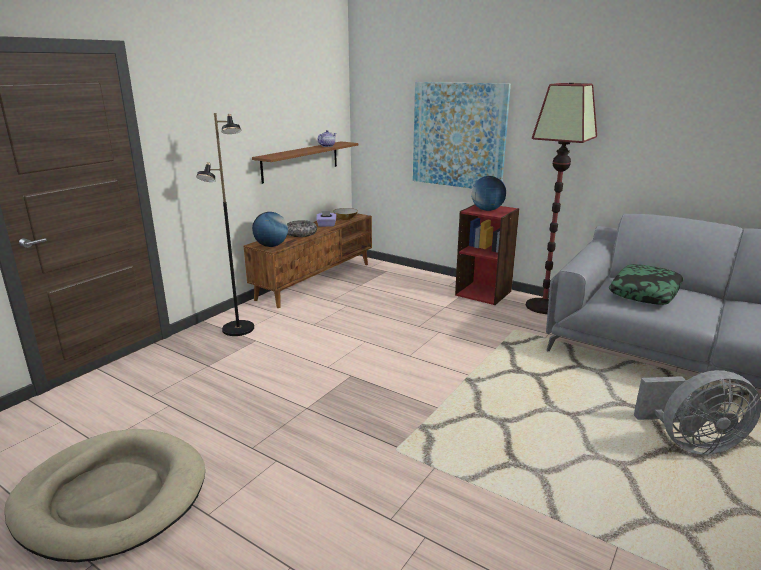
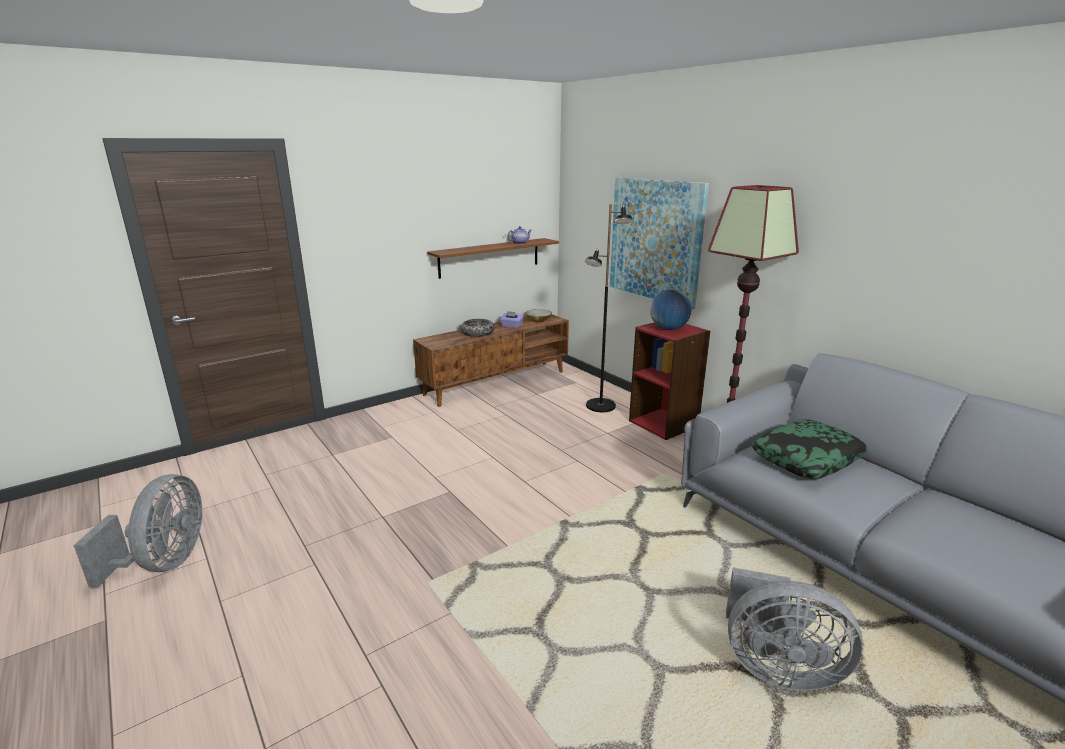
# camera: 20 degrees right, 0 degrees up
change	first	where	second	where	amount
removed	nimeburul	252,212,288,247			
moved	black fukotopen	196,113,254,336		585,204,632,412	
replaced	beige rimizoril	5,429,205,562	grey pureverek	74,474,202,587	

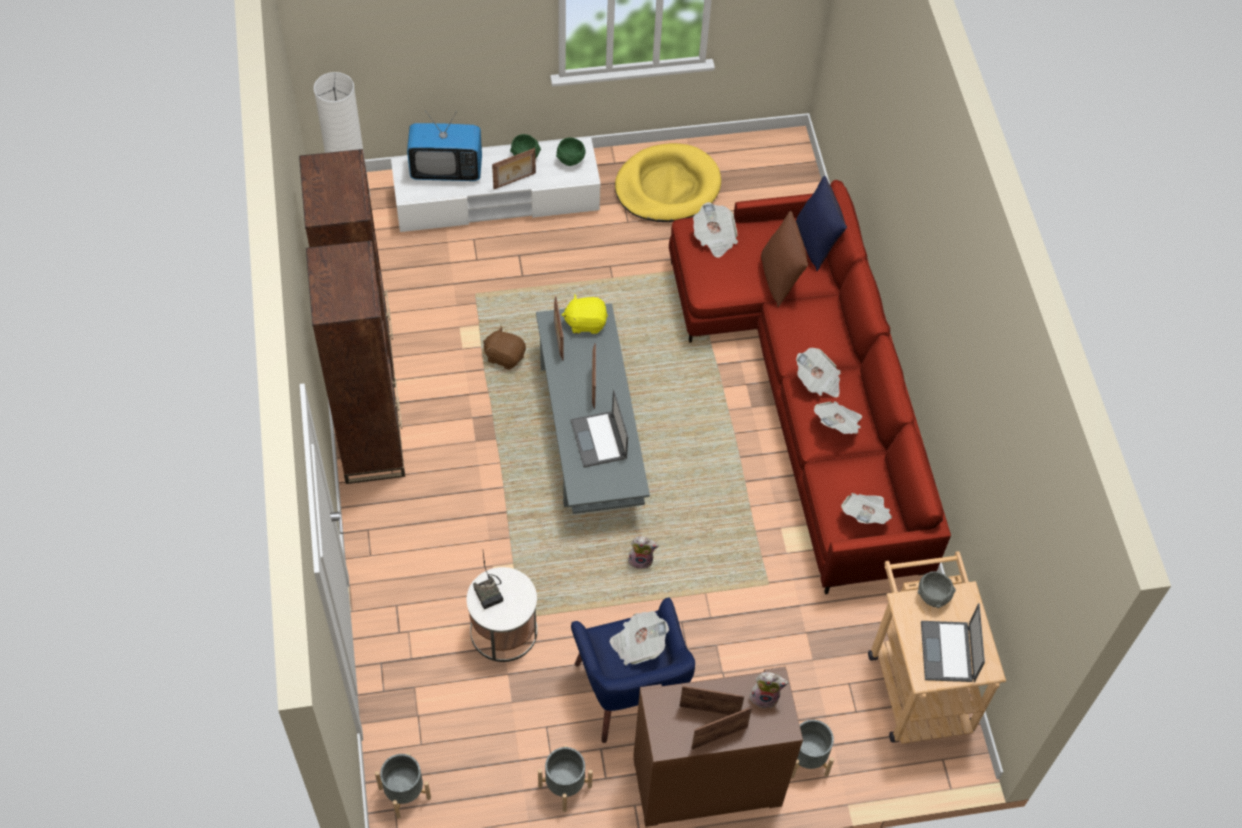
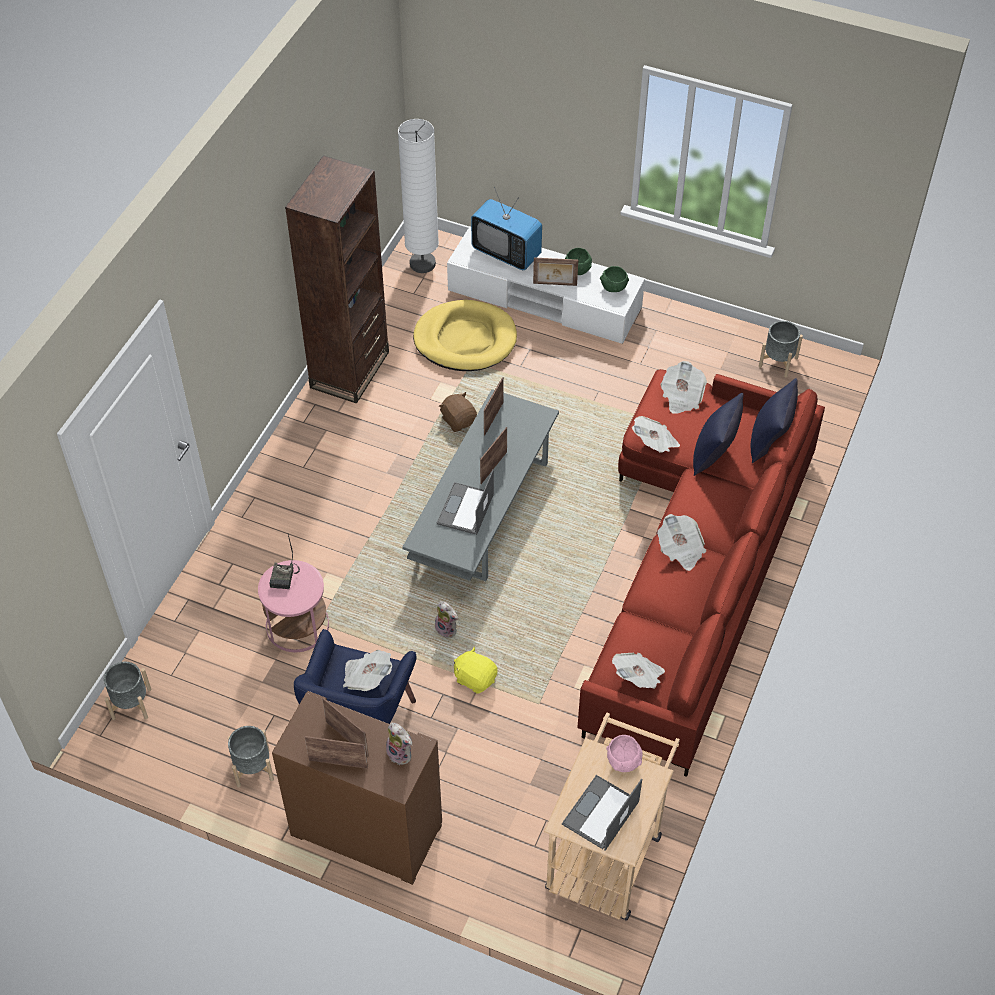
# camera: 35 degrees right, 5 degrees down
change	first	where	second	where	amount
removed	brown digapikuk	306,241,405,484			
moved	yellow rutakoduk	562,294,608,334		454,647,498,694	
moved	yellow rimizoril	615,143,721,222		413,300,517,371	
moved	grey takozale	791,720,834,778		759,321,803,377	
moved	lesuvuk	814,401,862,434		632,416,680,453	
recoloured	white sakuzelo	467,567,537,662	pink sakuzelo	258,560,329,652	
recoloured	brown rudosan	761,211,808,307	blue rudosan	693,393,743,476	
recoloured	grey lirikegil	918,571,956,608	pink lirikegil	606,735,643,772	

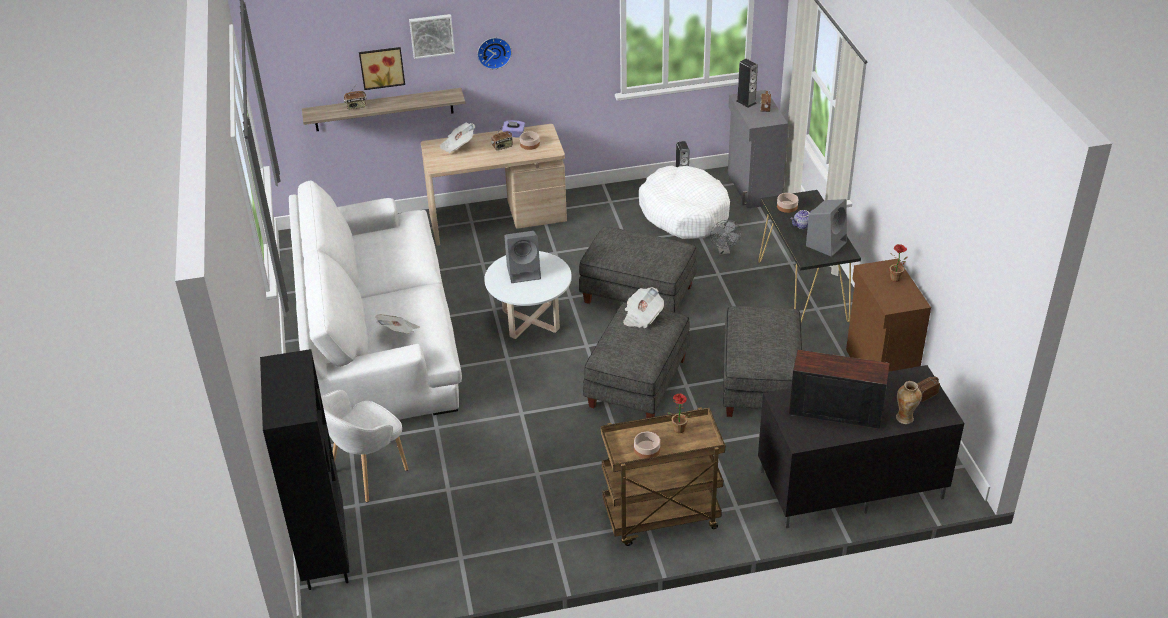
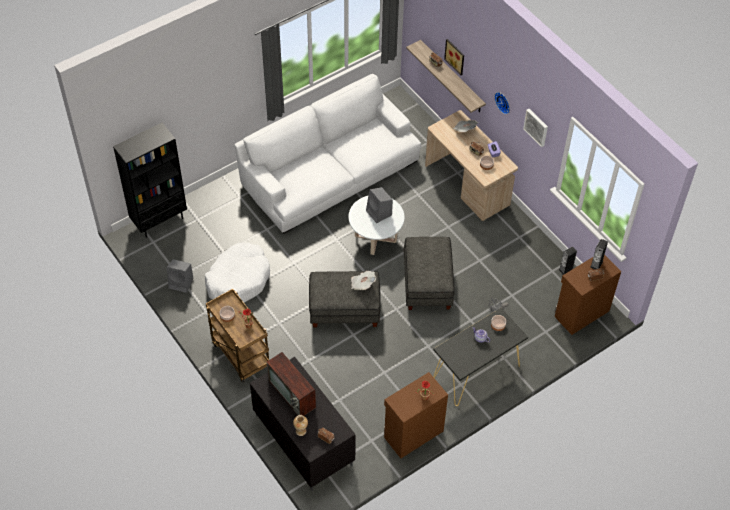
# camera: 65 degrees right, 15 degrees up
change	first	where	second	where	amount
removed	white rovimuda	321,390,408,502			
removed	lesuvuk	375,314,420,334			
removed	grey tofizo	723,306,802,417			
moved	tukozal	409,14,455,59		523,109,548,147	
moved	white rimizoril	639,166,730,239		205,243,270,303	
moved	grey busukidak	806,199,847,257		166,259,193,293	
recoloured	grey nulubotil	728,90,788,208	brown nulubotil	554,255,621,335	
turned	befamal	789,350,889,429		266,352,316,416	150 degrees clockwise

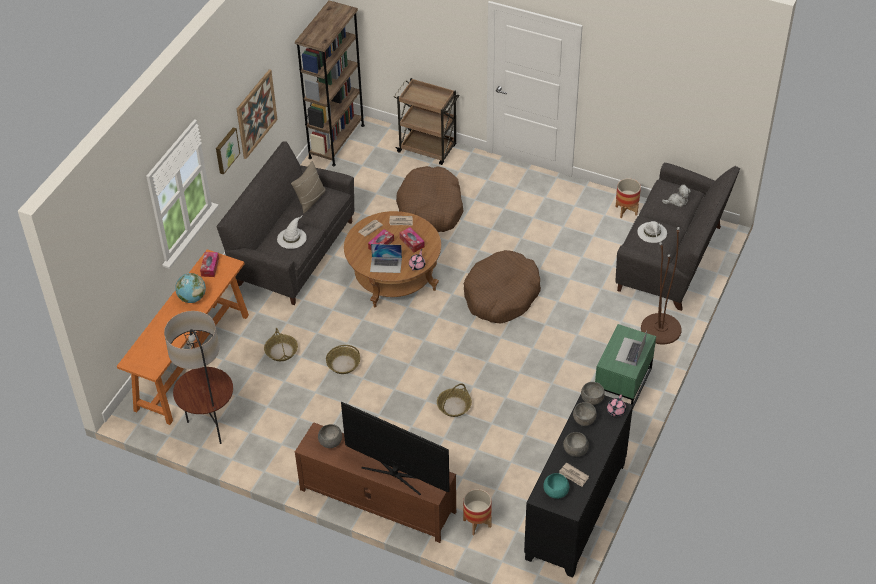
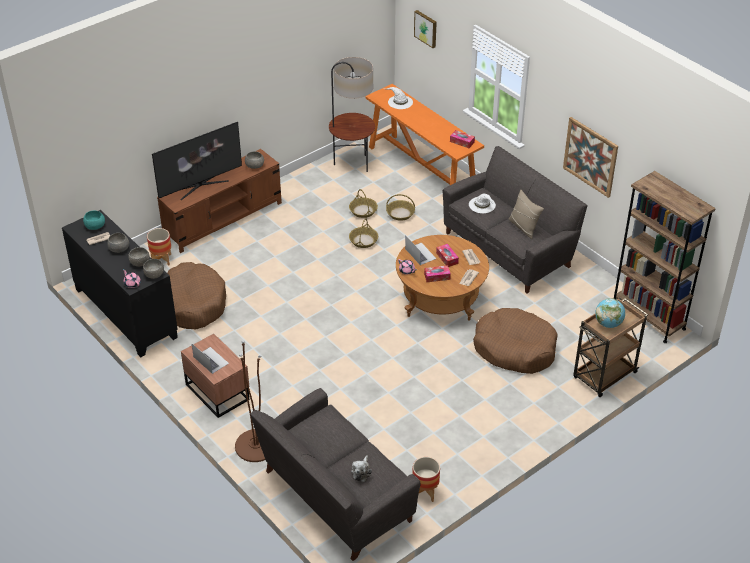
# camera: 115 degrees right, 5 degrees down
change	first	where	second	where	amount
moved	nimeburul	175,273,206,303		595,298,625,328	
moved	tukozal	216,127,240,175		414,10,437,48	
moved	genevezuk	437,383,472,417		349,189,378,218	
moved	brown rimizoril	464,250,541,323		167,262,226,329	
moved	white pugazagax	637,221,667,243		384,87,413,109	
recoloured	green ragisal	595,324,656,410	brown ragisal	181,334,250,418	
turned	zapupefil	370,244,402,273		405,236,437,265	120 degrees clockwise

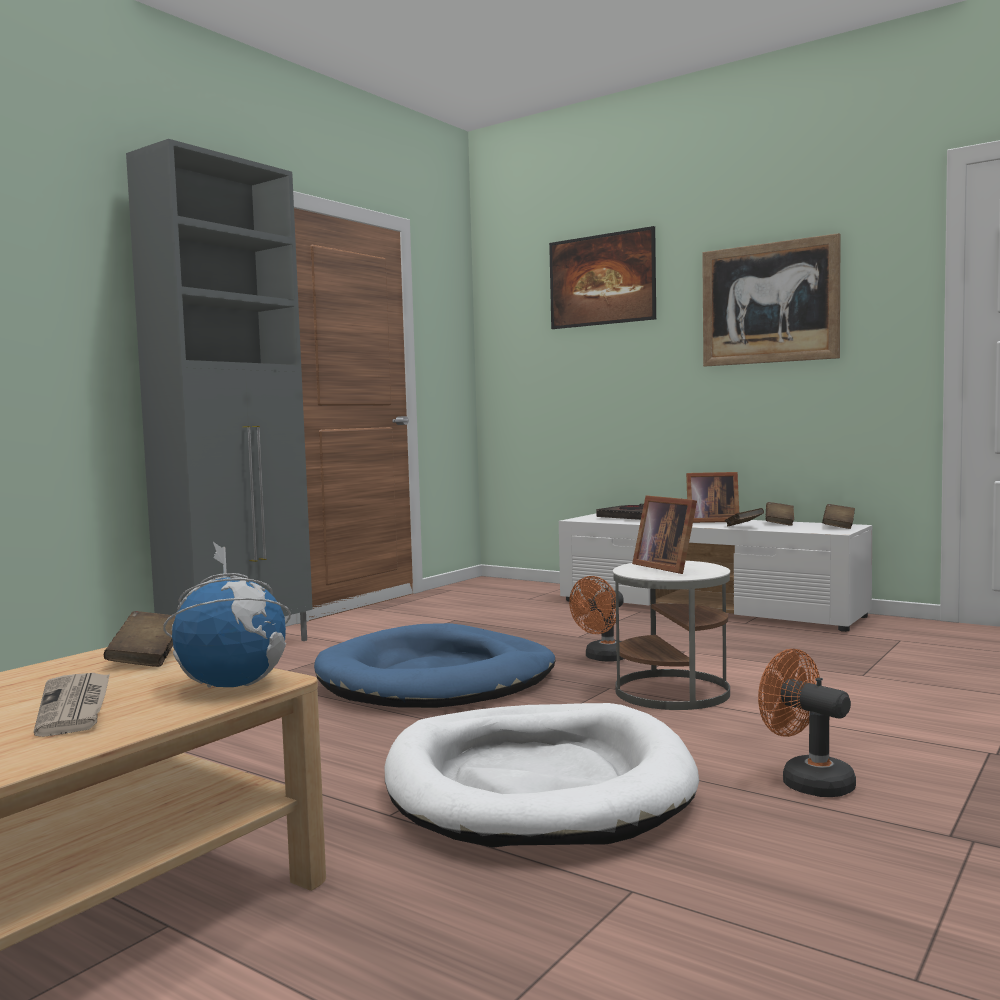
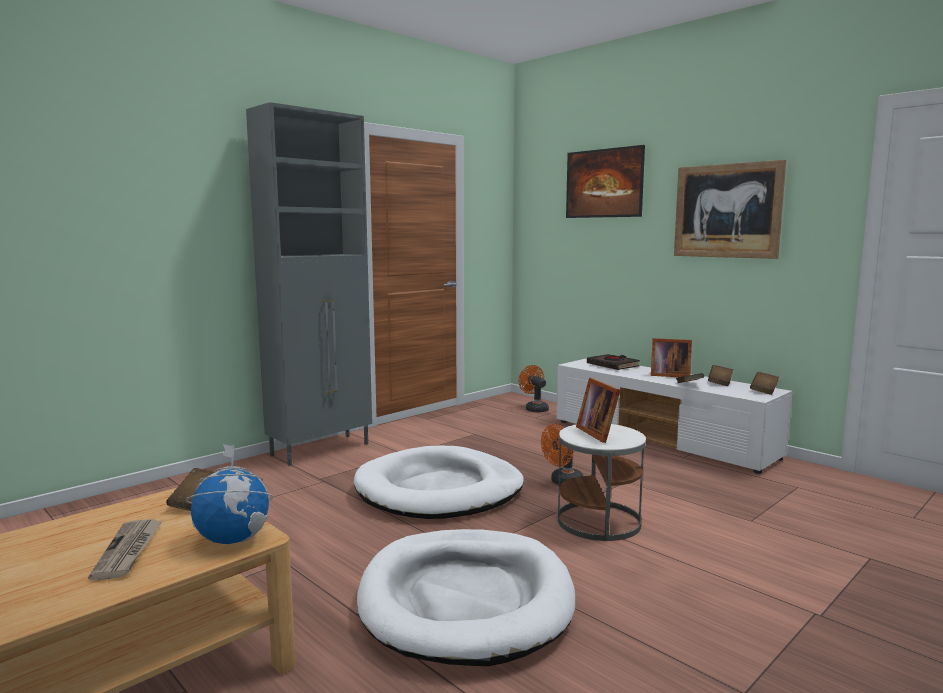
# camera: 10 degrees right, 5 degrees up
change	first	where	second	where	amount
moved	orange pureverek	758,649,856,797		519,365,549,413	
recoloured	blue rimizoril	314,623,555,708	white rimizoril	354,445,524,519	

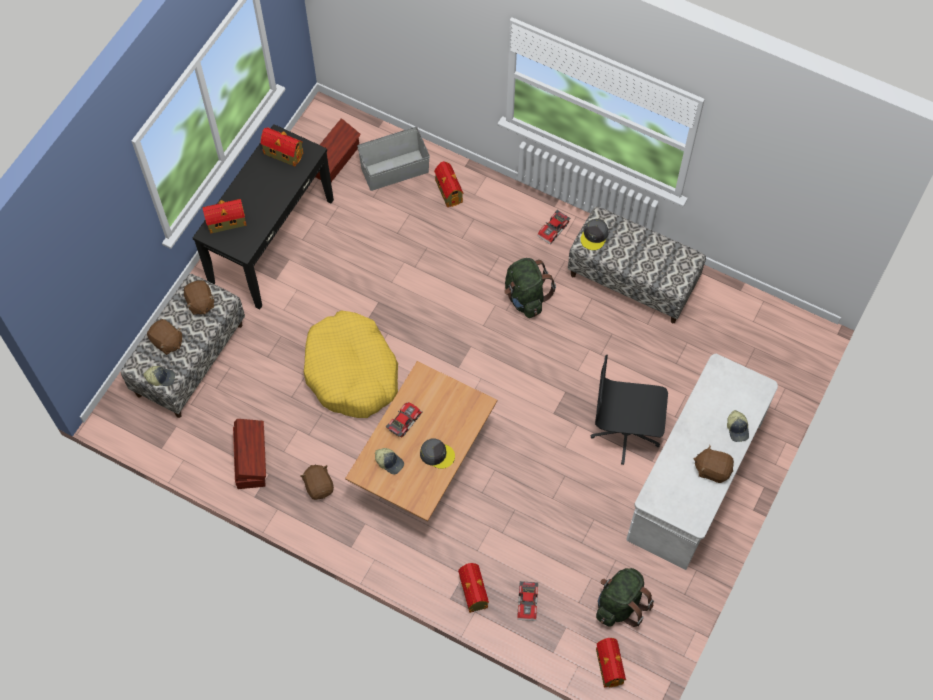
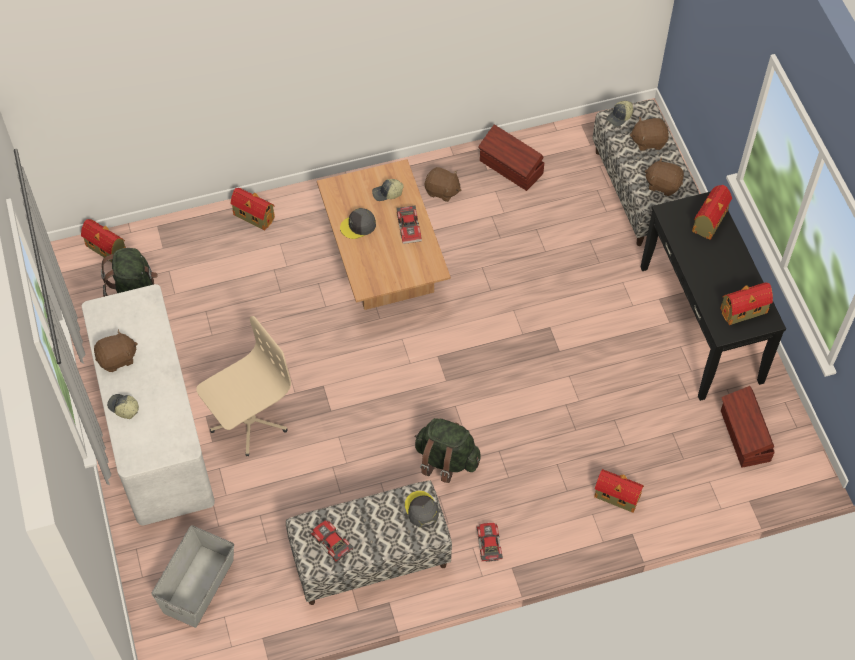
# camera: 135 degrees right, 5 degrees down
change	first	where	second	where	amount
removed	yellow rimizoril	304,310,398,418			
moved	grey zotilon	357,127,430,191		151,525,234,628	
moved	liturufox	517,581,538,621		310,520,353,561	
recoloured	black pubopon	591,355,668,465	beige pubopon	196,316,291,456	

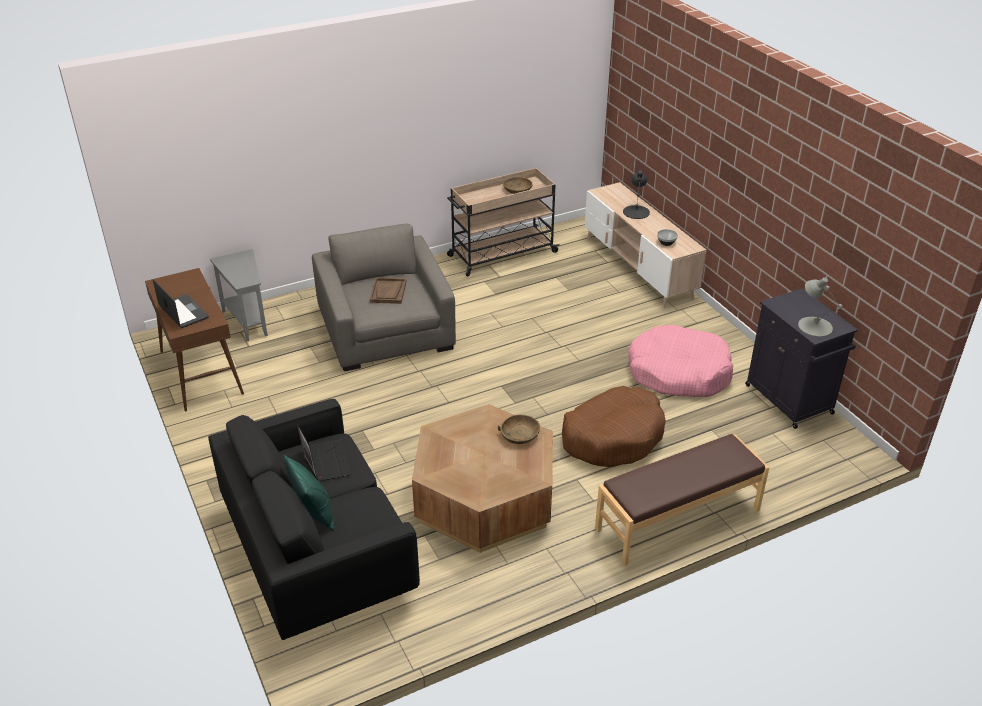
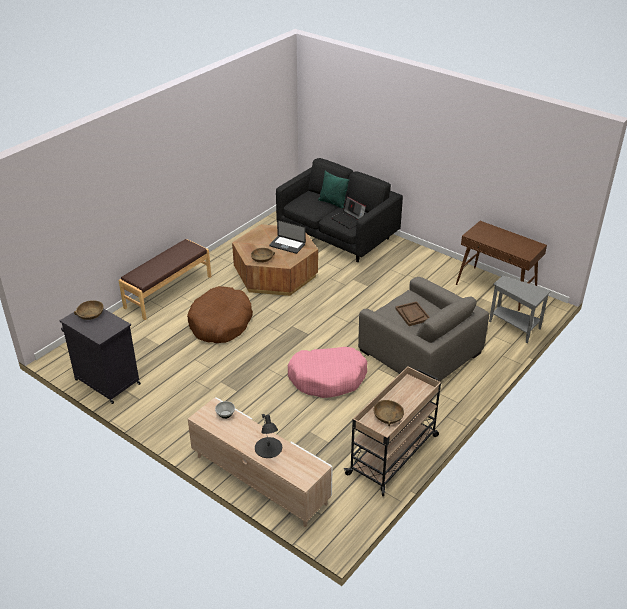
# camera: 155 degrees right, 0 degrees up
change	first	where	second	where	amount
moved	zapupefil	153,279,209,328		269,220,306,254	
moved	pink rimizoril	628,325,733,397		288,347,367,398	
replaced	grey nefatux	798,277,843,337	brown lirikegil	74,300,104,320	

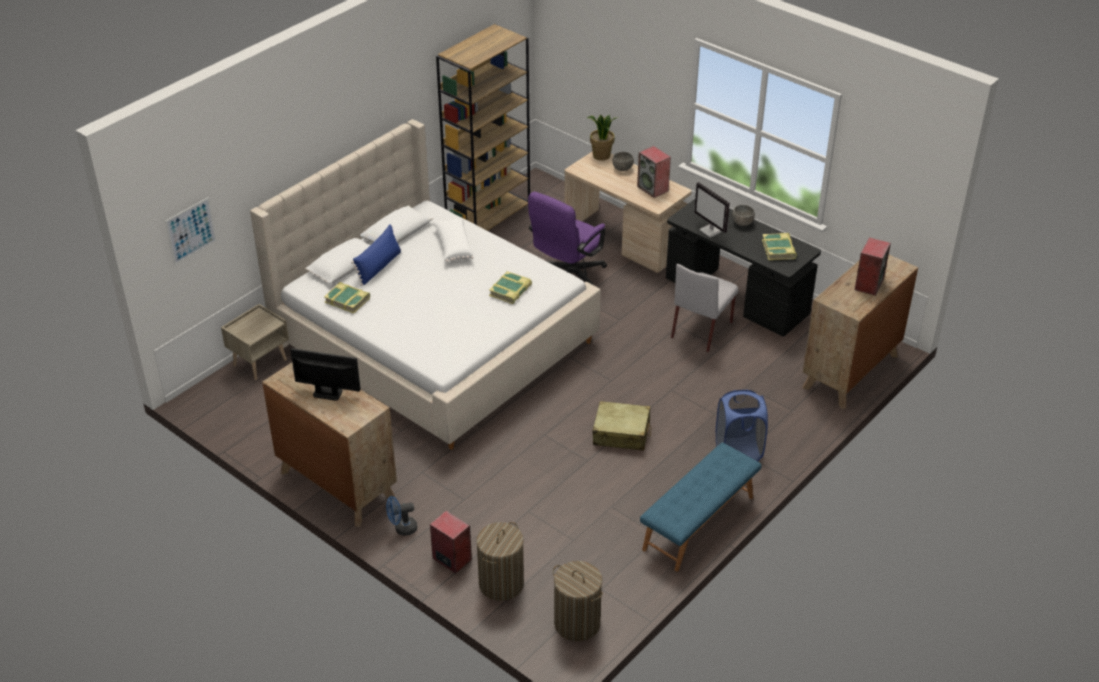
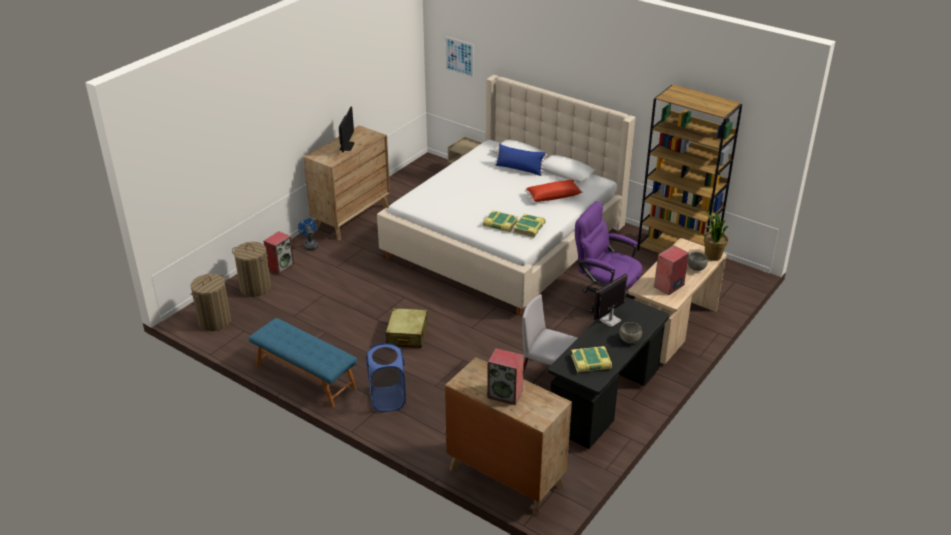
# camera: 85 degrees right, 5 degrees down
change	first	where	second	where	amount
moved	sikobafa	324,282,370,314		513,214,545,238	
recoloured	white rudosan	433,218,474,262	red rudosan	525,180,583,202	

